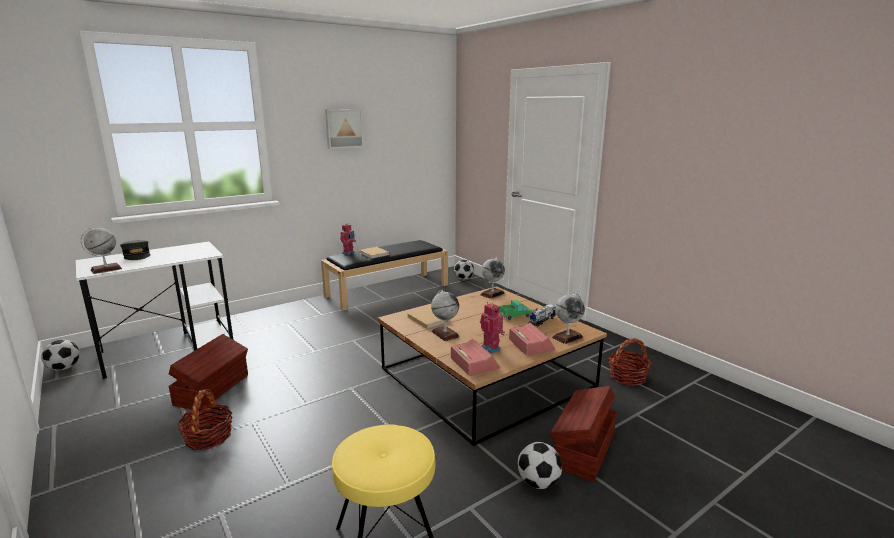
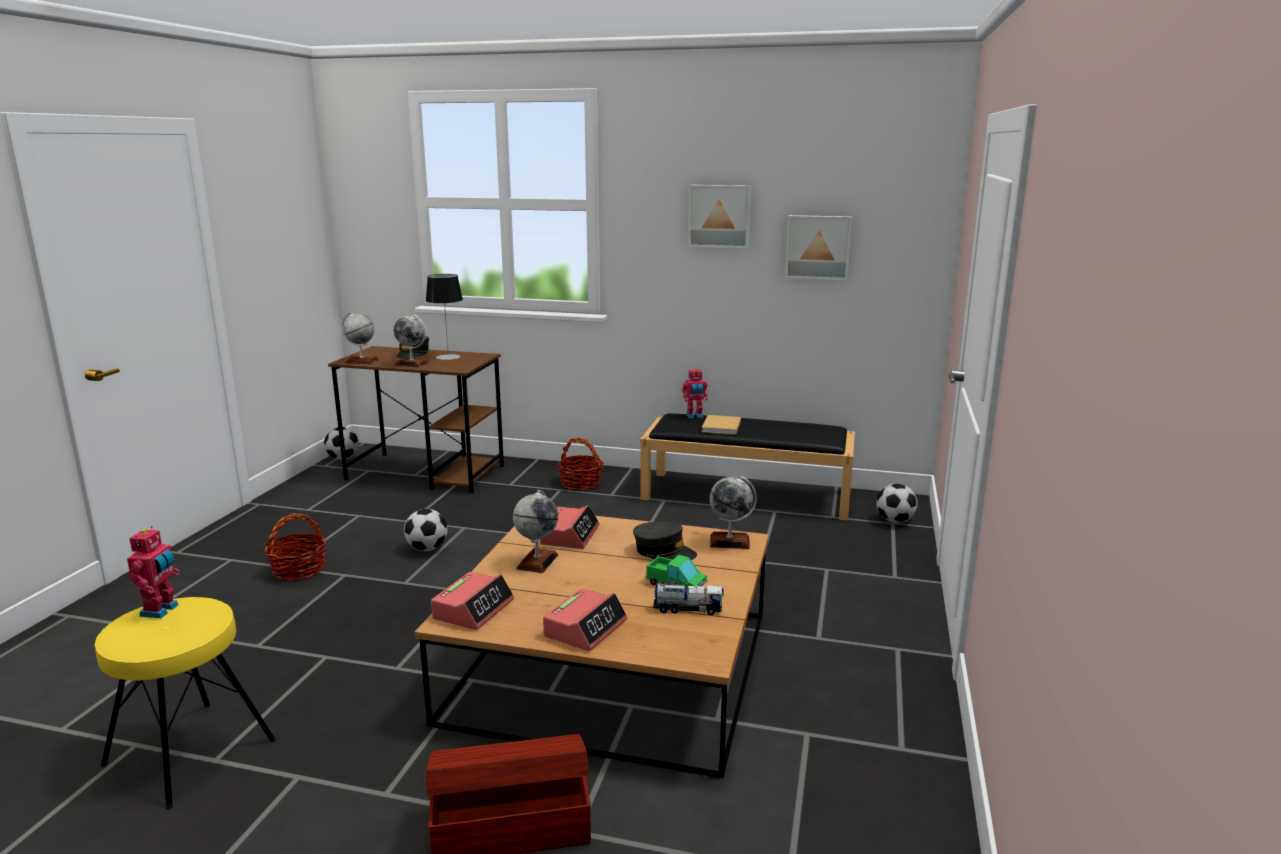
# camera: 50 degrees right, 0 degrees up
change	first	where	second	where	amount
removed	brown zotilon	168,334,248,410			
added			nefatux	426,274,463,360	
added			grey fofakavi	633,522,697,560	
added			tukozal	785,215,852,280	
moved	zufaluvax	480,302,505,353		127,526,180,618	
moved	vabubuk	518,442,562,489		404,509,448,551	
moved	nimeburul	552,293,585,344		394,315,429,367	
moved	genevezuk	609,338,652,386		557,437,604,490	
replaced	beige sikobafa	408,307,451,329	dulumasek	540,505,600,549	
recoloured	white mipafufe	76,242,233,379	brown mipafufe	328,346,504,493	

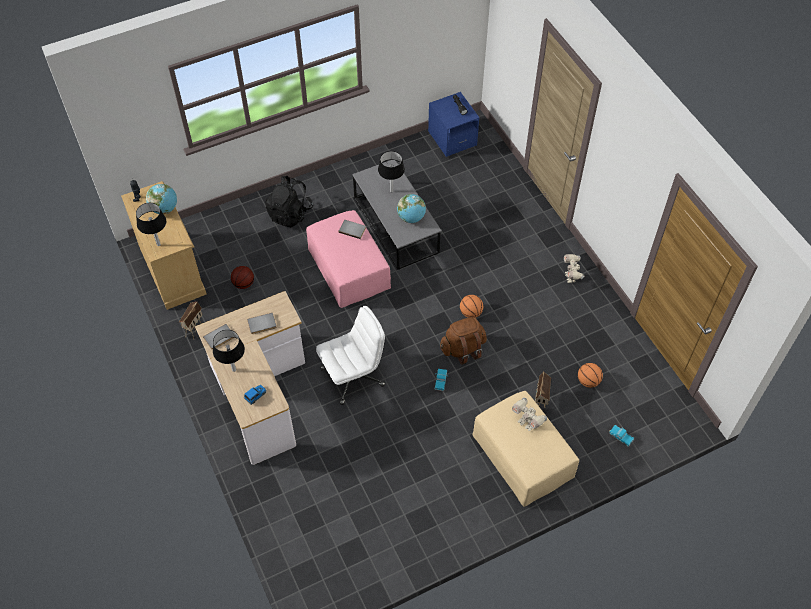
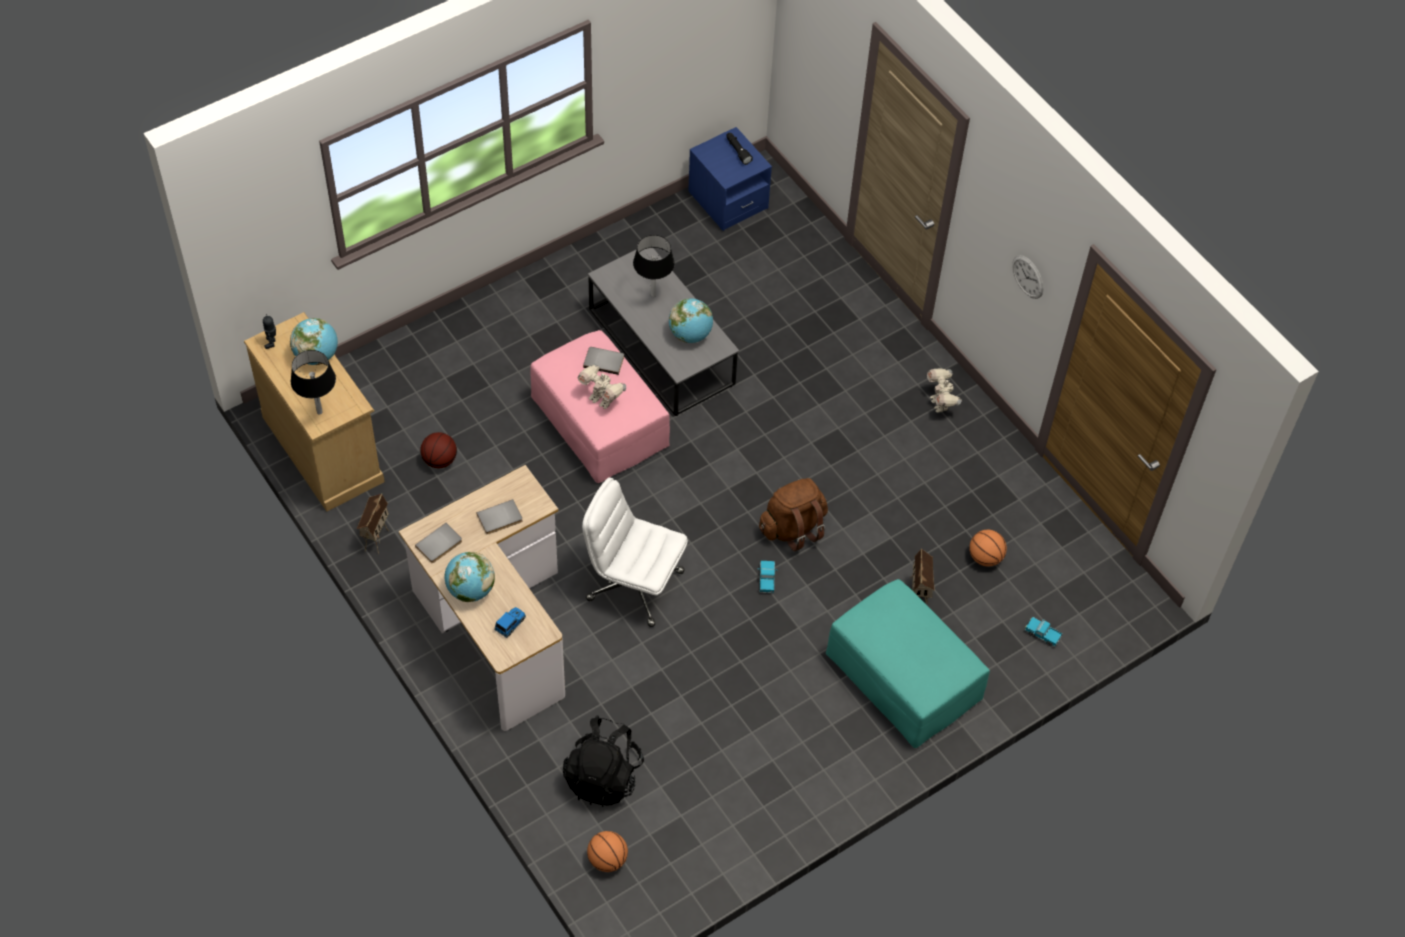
# camera: 10 degrees left, 0 degrees up
change	first	where	second	where	amount
added			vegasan	1012,255,1044,299	
moved	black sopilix	265,176,313,227		563,716,644,807	
moved	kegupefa	460,295,483,318		587,831,628,872	
moved	zufaluvax	512,398,547,431		578,364,626,409	
replaced	black nefatux	213,330,245,372	nimeburul	445,552,495,602	
recoloured	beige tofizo	473,391,579,507	turquoise tofizo	826,579,990,748	
turned	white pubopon	316,306,385,405		582,478,688,627	120 degrees counterclockwise

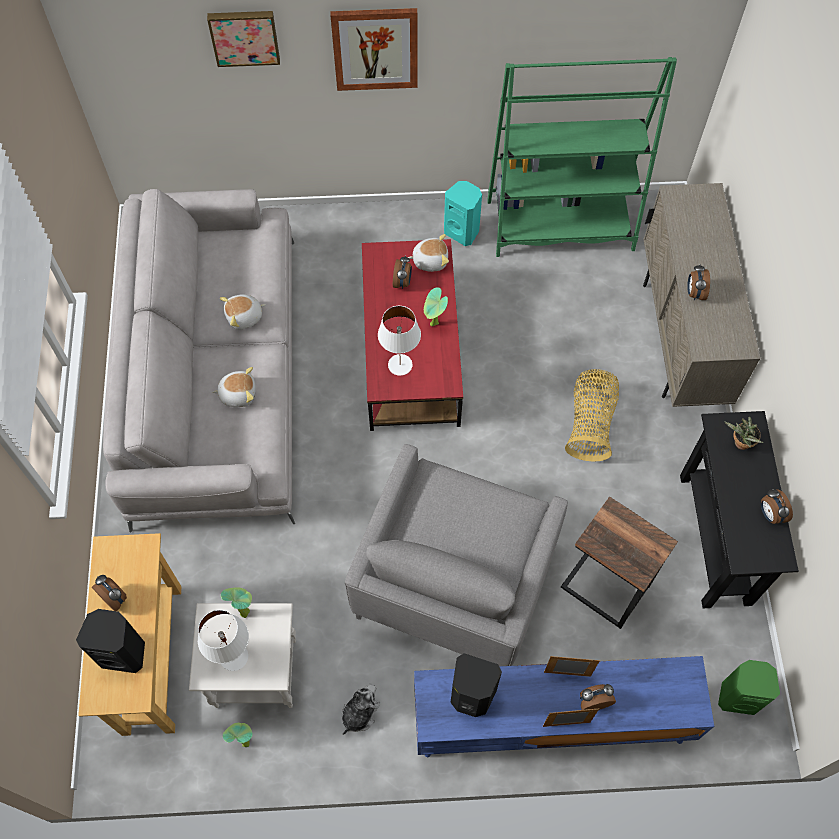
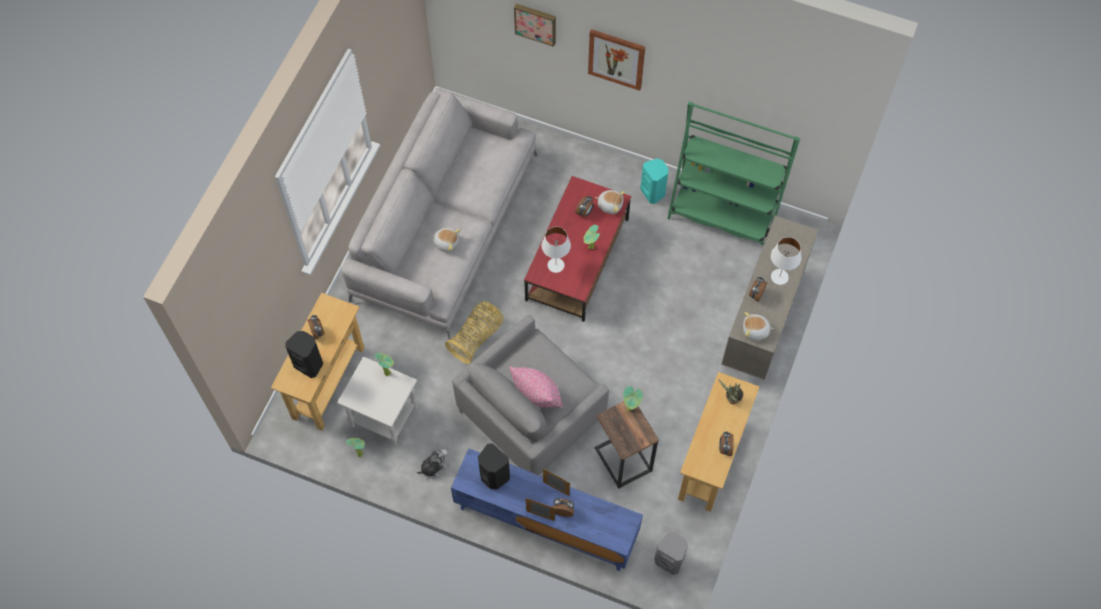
# camera: 25 degrees right, 0 degrees up
change	first	where	second	where	amount
added			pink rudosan	510,367,564,408	
added			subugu	623,386,643,412	
moved	white nefatux	198,610,249,671		771,237,801,285	
moved	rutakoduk	220,294,266,330		743,312,774,341	
moved	genevezuk	565,369,619,462		445,301,504,364	
recoloured	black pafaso	680,411,799,608	beige pafaso	678,372,759,512	
recoloured	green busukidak	718,660,780,715	grey busukidak	654,533,688,575	

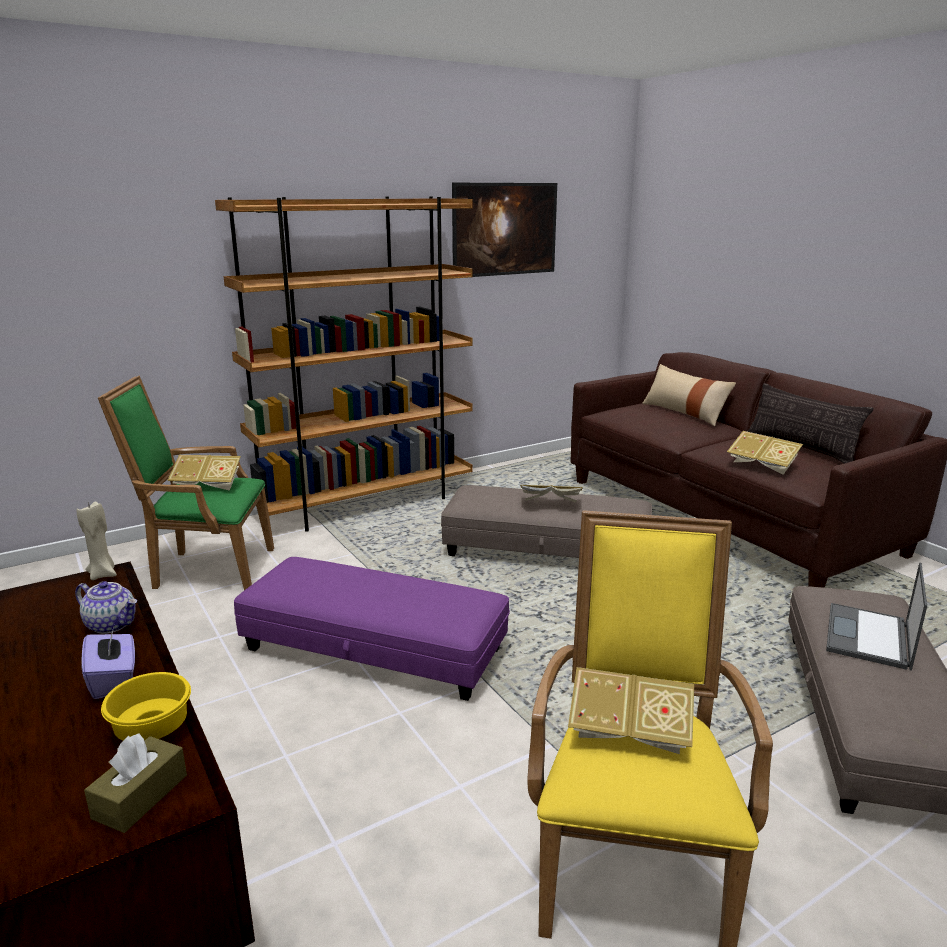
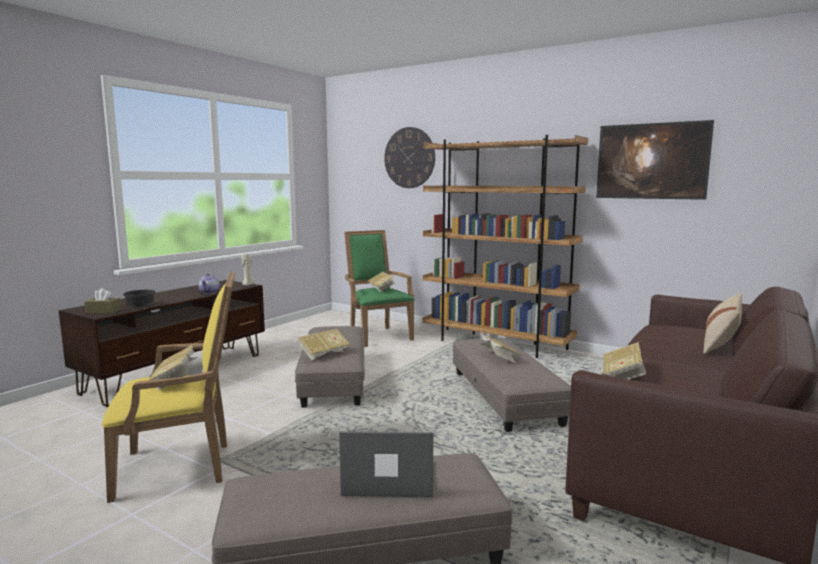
# camera: 65 degrees right, 10 degrees down
change	first	where	second	where	amount
removed	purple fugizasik	82,627,135,699			
removed	rudosan	747,383,873,464			
added			sikobafa	298,329,350,360	
added			vegasan	384,127,435,188	
recoloured	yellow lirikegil	101,672,191,741	black lirikegil	123,290,155,307	
recoloured	purple tofizo	234,557,510,701	grey tofizo	295,326,365,408	

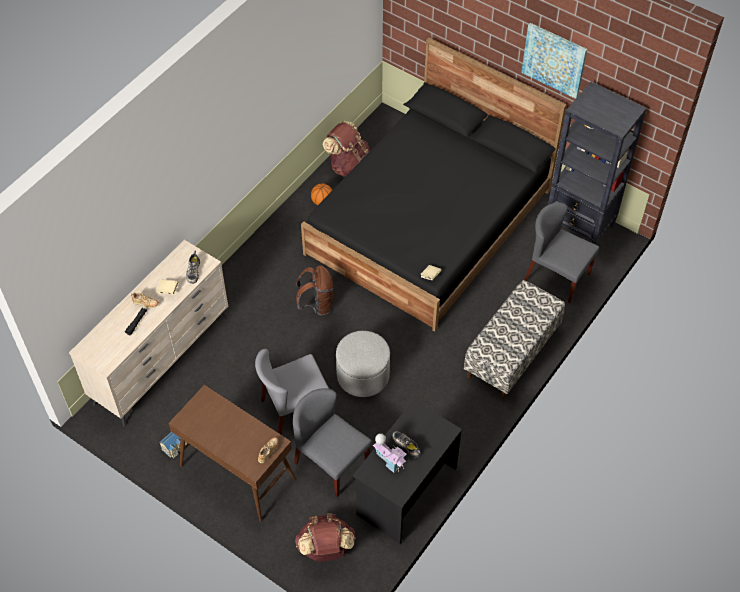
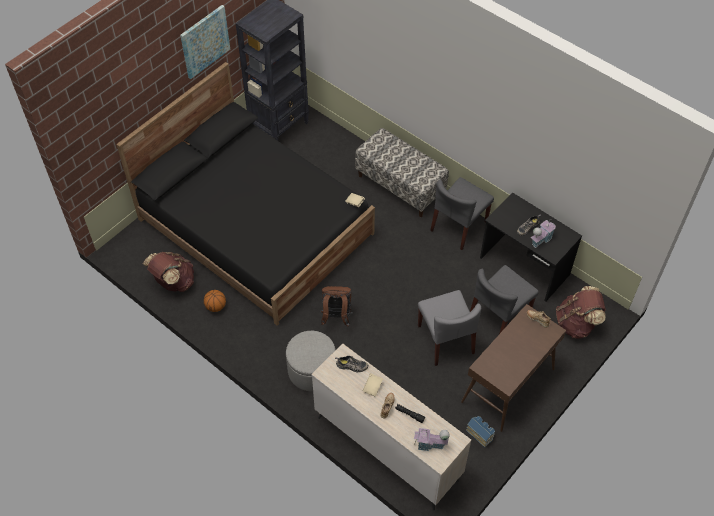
# camera: 85 degrees left, 0 degrees up
change	first	where	second	where	amount
added			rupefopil	414,428,450,452	
moved	grey tofizo	336,331,390,397		286,331,335,391	
moved	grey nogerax	524,202,599,303		430,177,494,250	

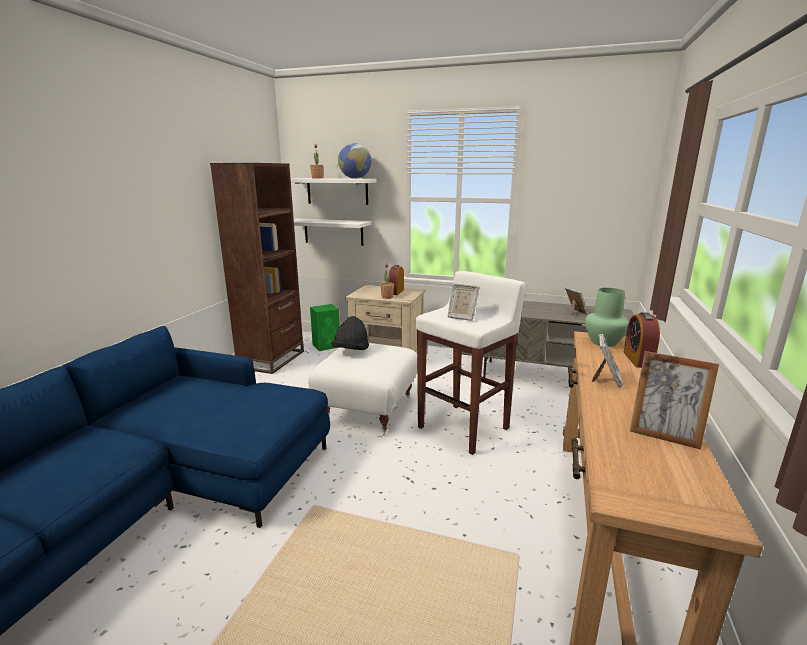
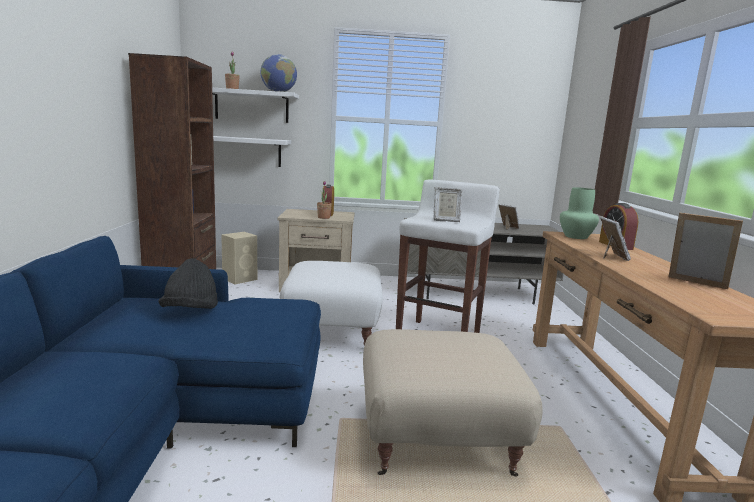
# camera: 20 degrees left, 5 degrees down
change	first	where	second	where	amount
added			beige tofizo	363,329,543,476	
moved	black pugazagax	331,316,369,350		159,259,218,309	
recoloured	green busukidak	310,304,340,351	beige busukidak	221,232,257,285	
turned	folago	630,351,719,450		669,213,743,289	150 degrees counterclockwise

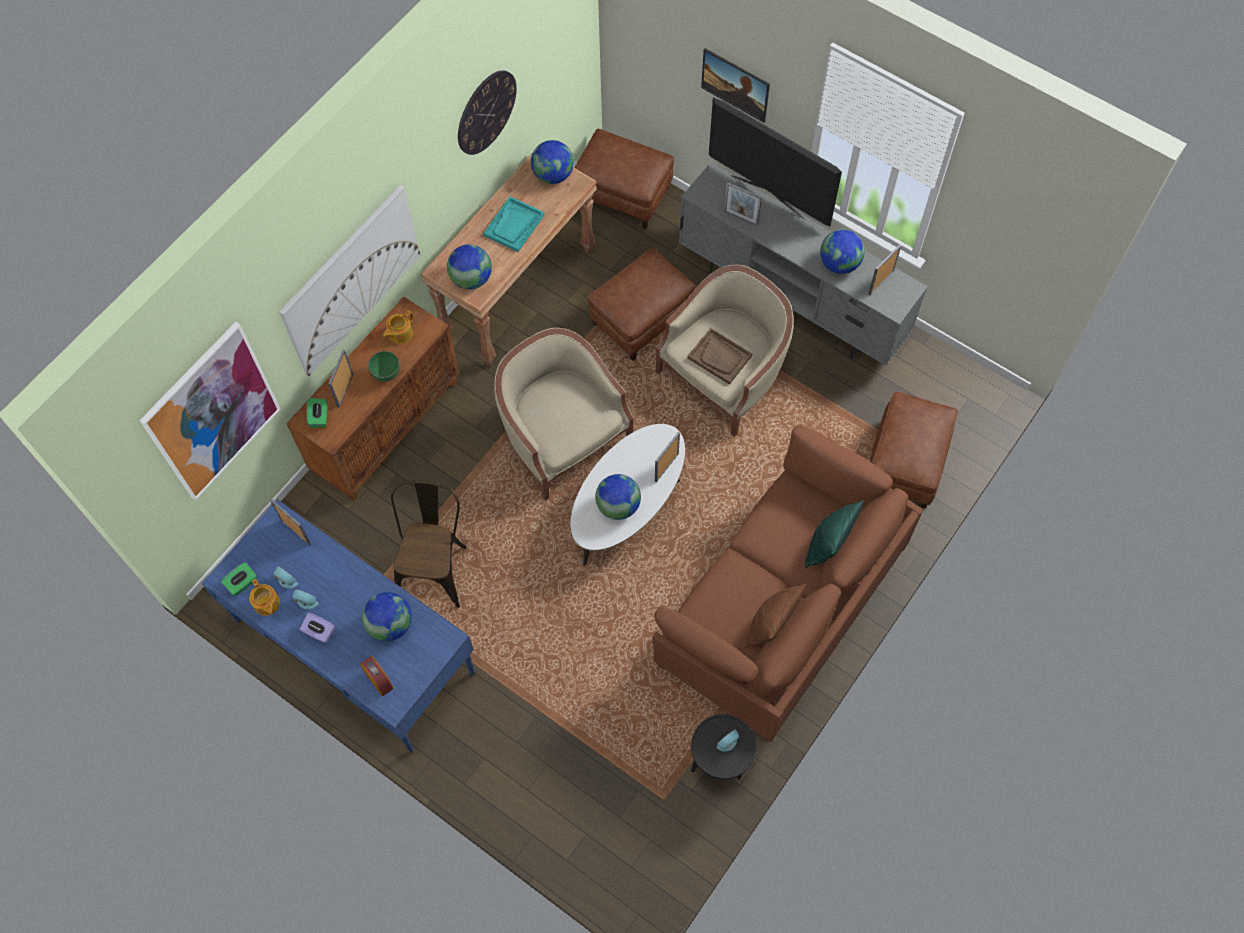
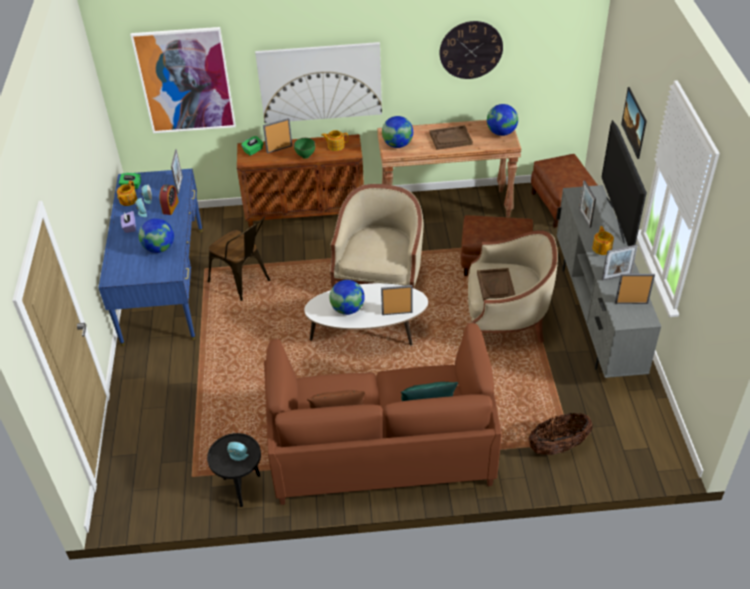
# camera: 50 degrees right, 20 degrees down
change	first	where	second	where	amount
added			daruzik	592,226,614,255	
moved	dulumasek	360,656,394,696		160,184,179,215	
replaced	nimeburul	820,229,865,274	folago	602,245,638,281	
replaced	brown tofizo	870,392,958,509	genevezuk	528,413,593,455	
recoloured	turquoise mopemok	483,196,544,252	brown mopemok	430,125,473,150	
turned	brown nogerax	391,481,466,608		208,217,270,301	75 degrees clockwise

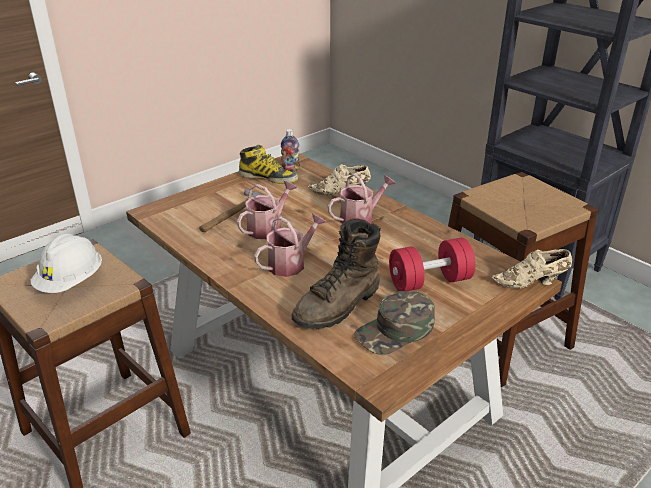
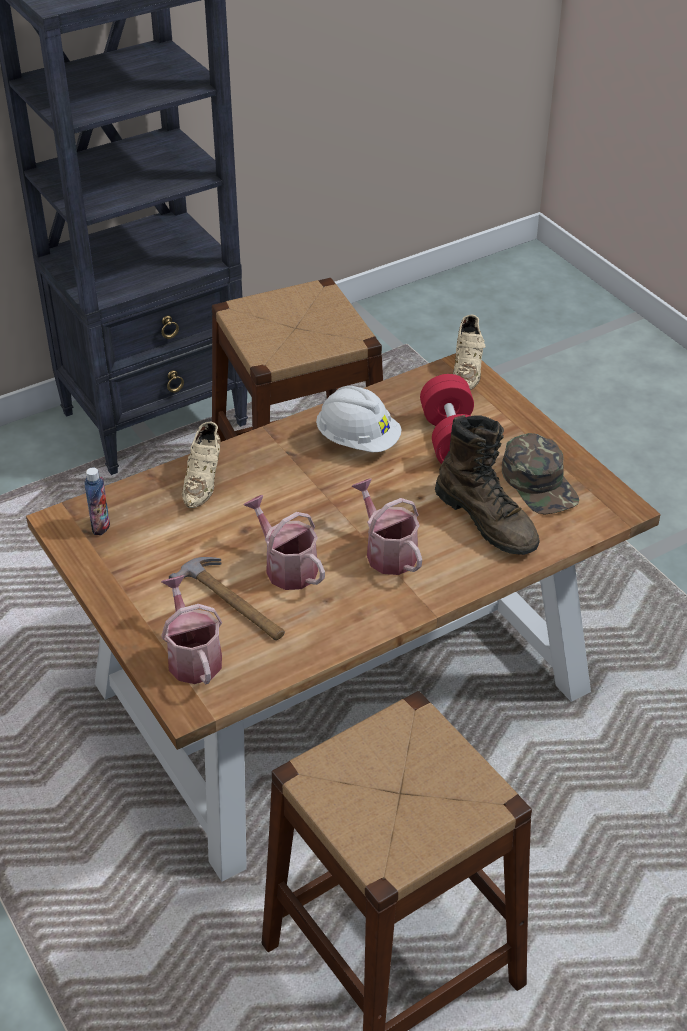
# camera: 80 degrees left, 10 degrees up
change	first	where	second	where	amount
removed	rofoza	239,144,298,184			
moved	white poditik	31,234,102,293		316,386,402,452	
moved	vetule	328,174,396,224		161,575,222,685	

